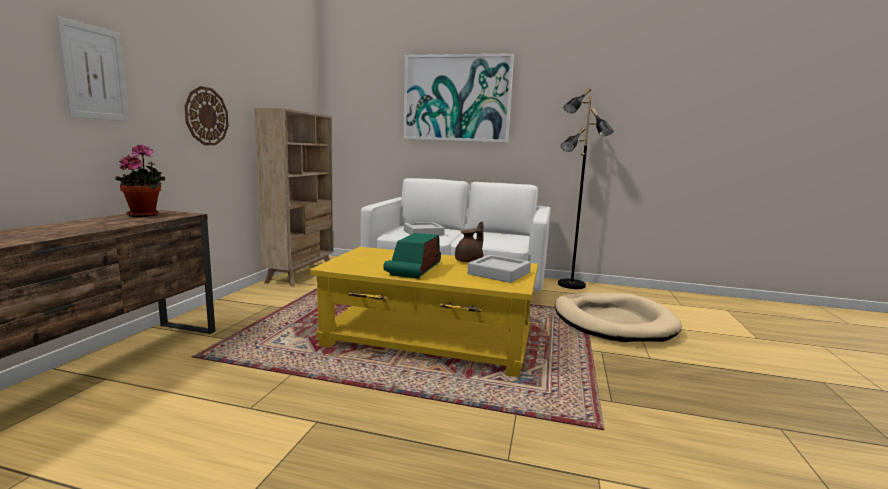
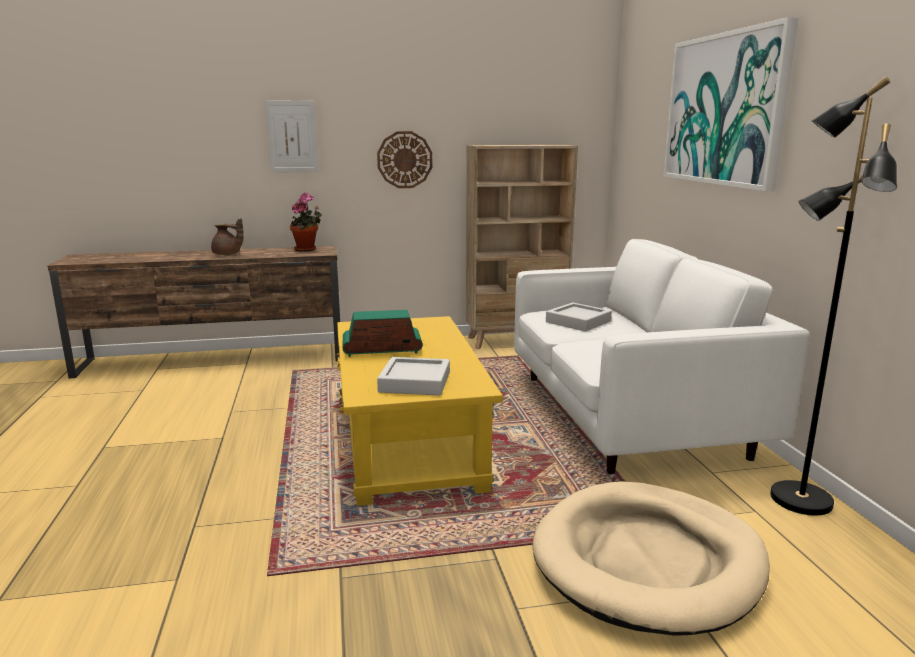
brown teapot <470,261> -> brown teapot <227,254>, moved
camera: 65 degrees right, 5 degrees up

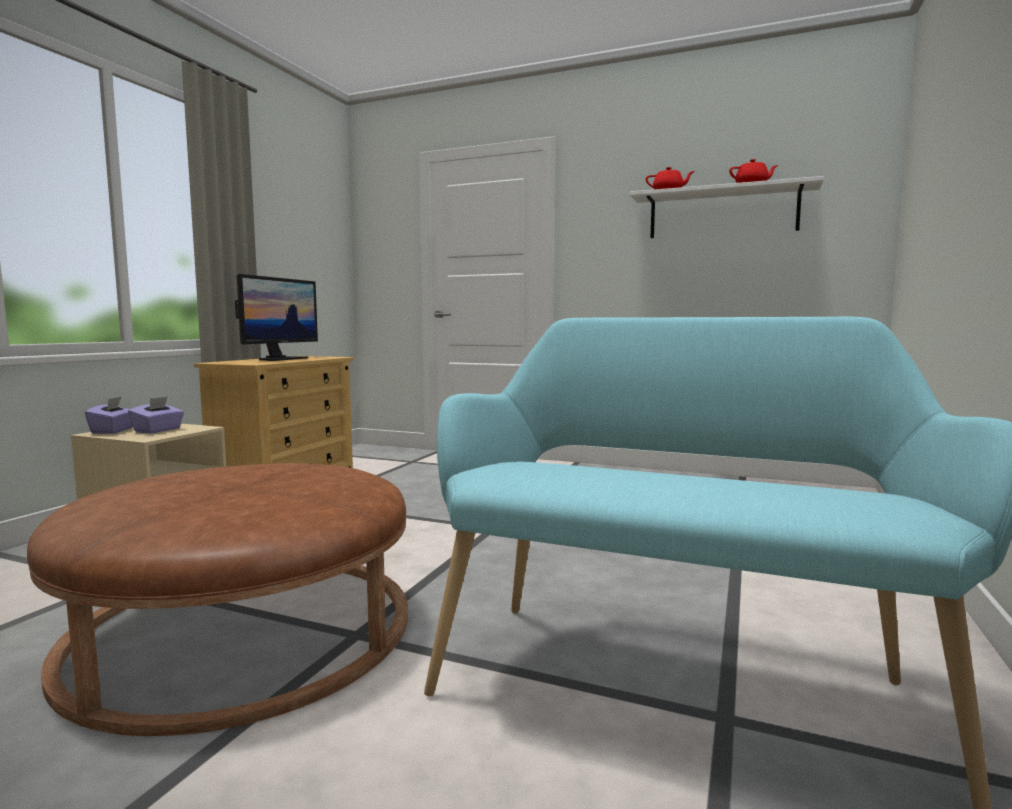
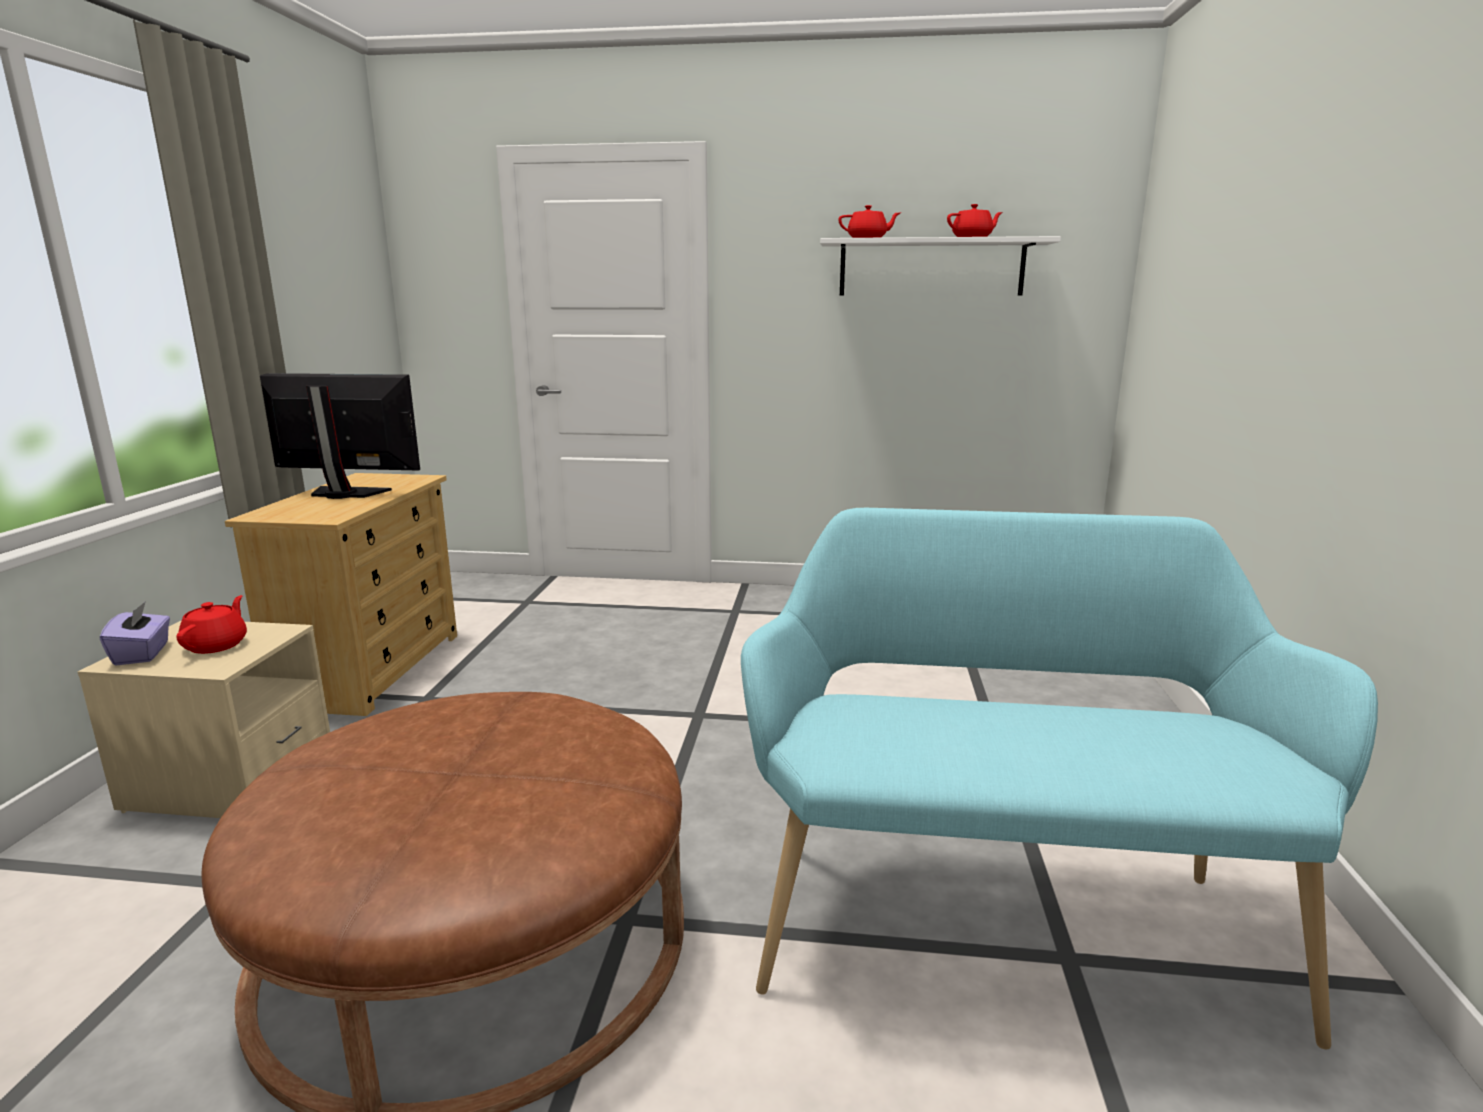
monitor <280,359> -> monitor <345,493>, 90 degrees counterclockwise
purple tissue box <158,430> -> red teapot <217,645>
camera: 15 degrees left, 10 degrees up

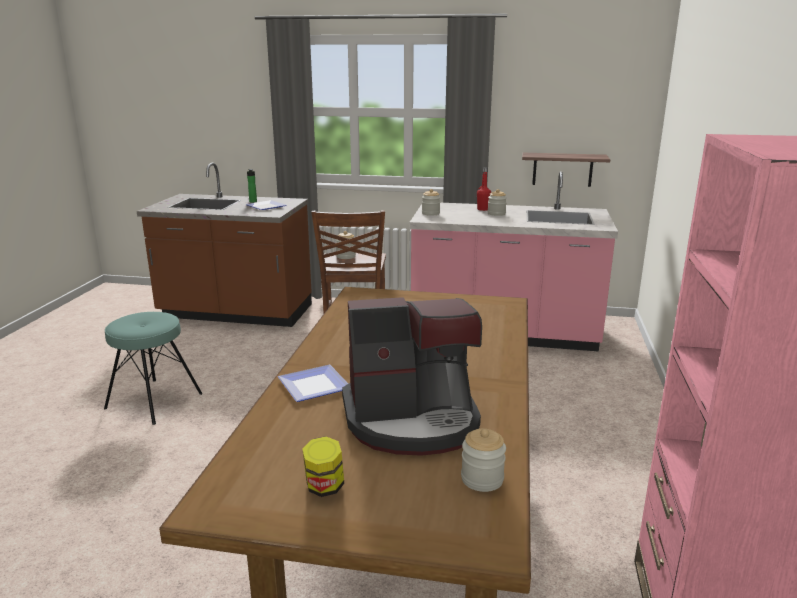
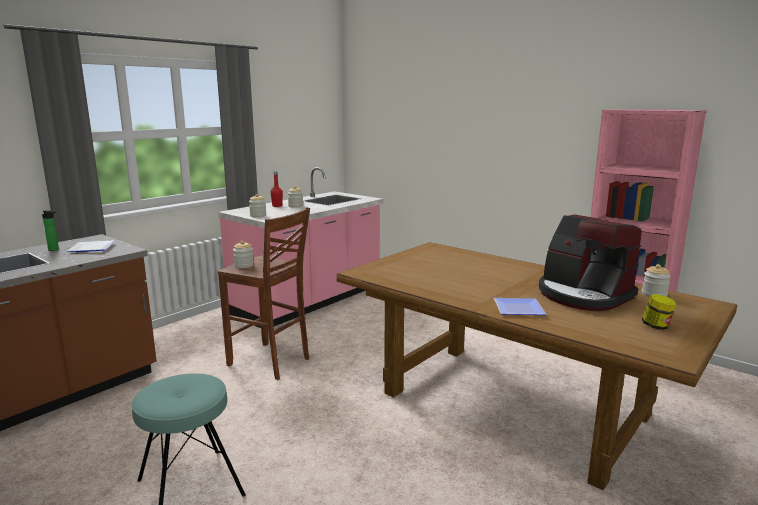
shelf <562,169> -> none
coffee machine <412,420> -> coffee machine <583,295>, 120 degrees clockwise
camera: 60 degrees left, 5 degrees down

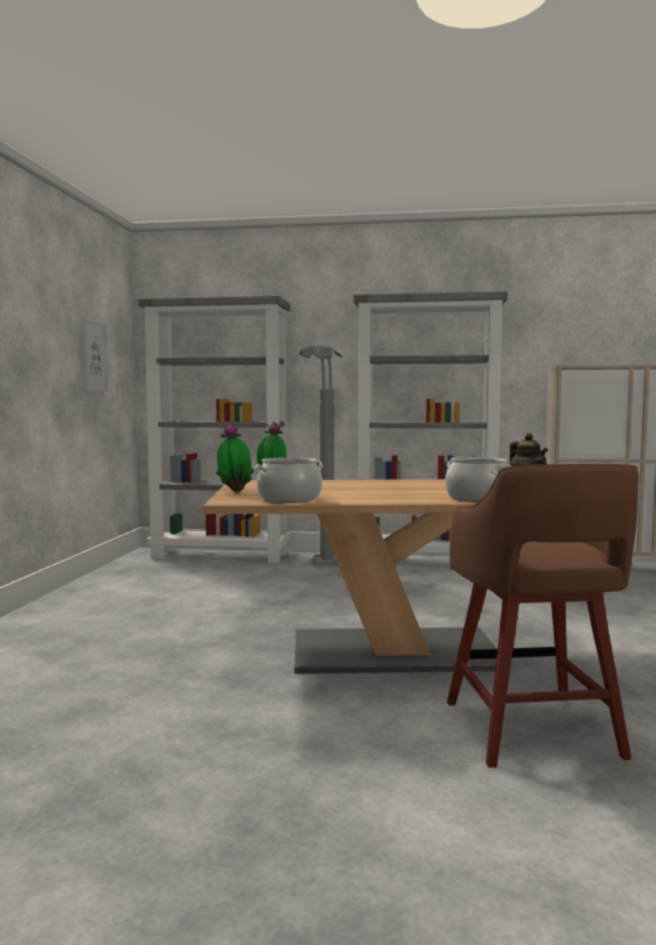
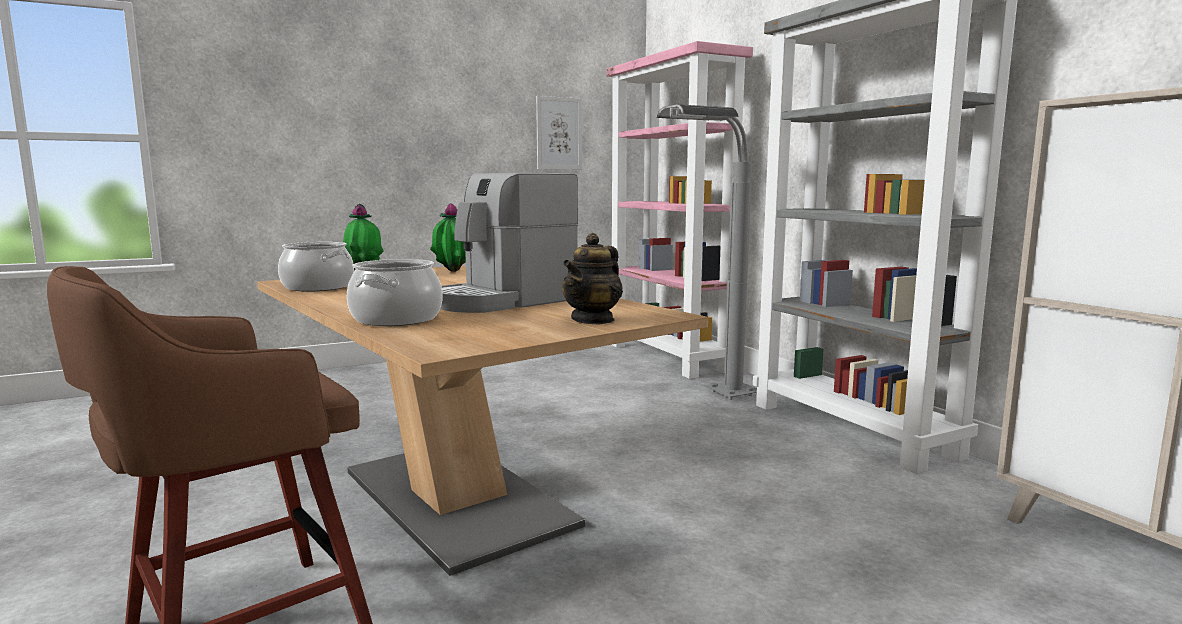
grey bookcase <221,556> -> pink bookcase <669,357>
none -> coffee machine <504,301>
camera: 55 degrees right, 5 degrees up

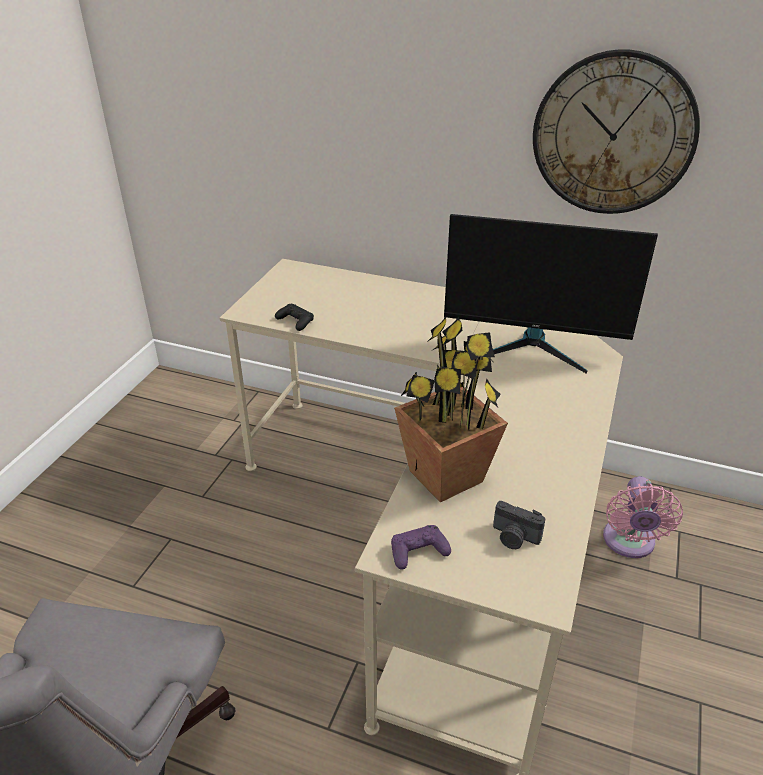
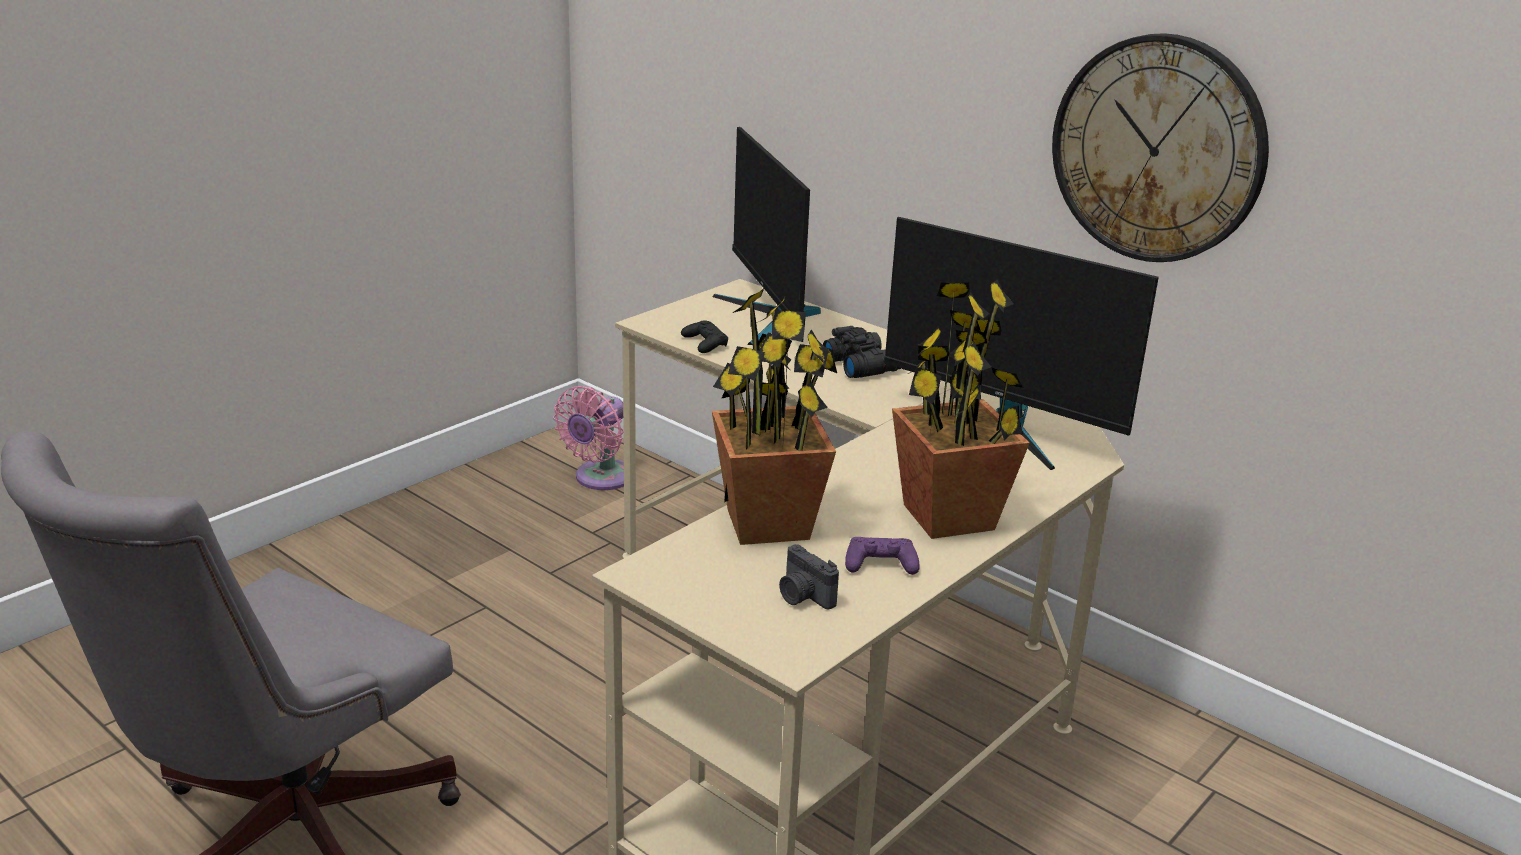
pink fan <629,543> -> pink fan <600,479>, moved
purple game controller <418,551> -> purple game controller <880,564>, moved
none -> monitor <769,317>
none -> potted plant <949,518>
none -> black binoculars <862,364>
camera: 20 degrees right, 10 degrees down

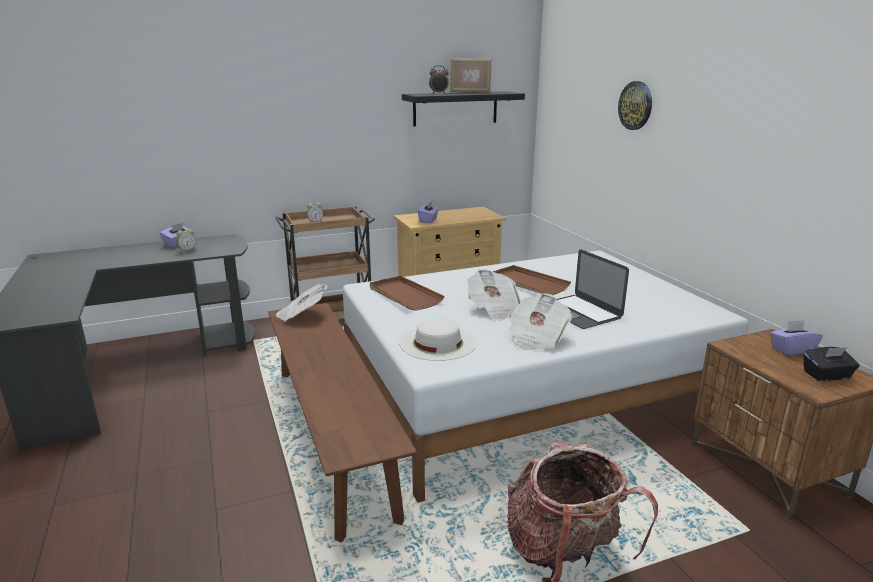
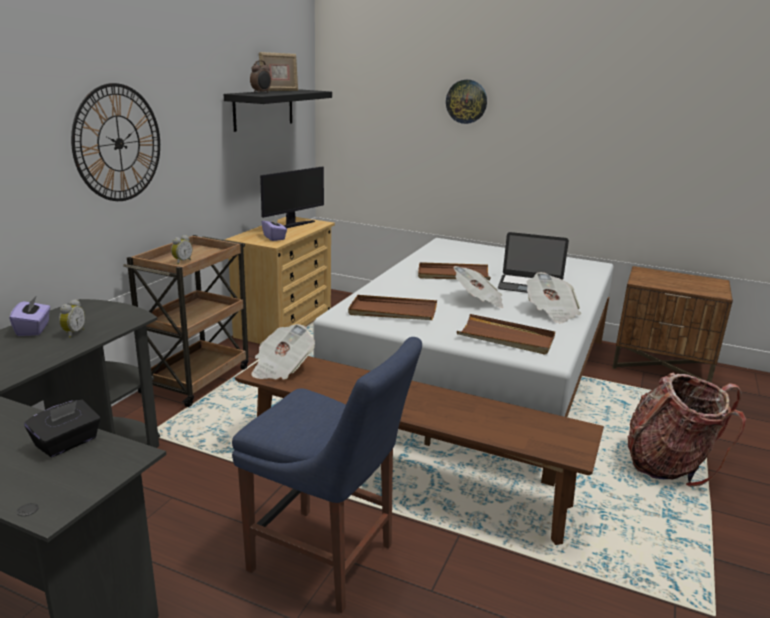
white hat <437,342> -> brown tray <506,338>
purple tissue box <791,350> -> none
black tissue box <827,375> -> black tissue box <67,443>, moved
none -> wall clock <118,143>
none -> monitor <292,225>
none -> blue chair <327,560>
camera: 45 degrees left, 0 degrees up

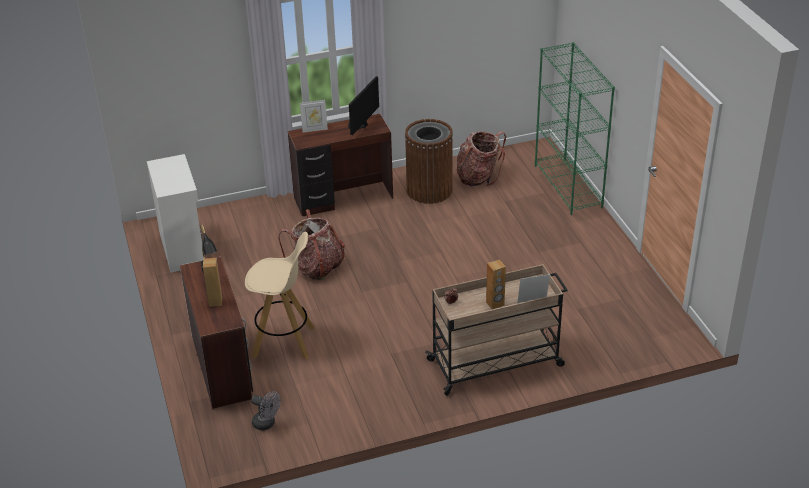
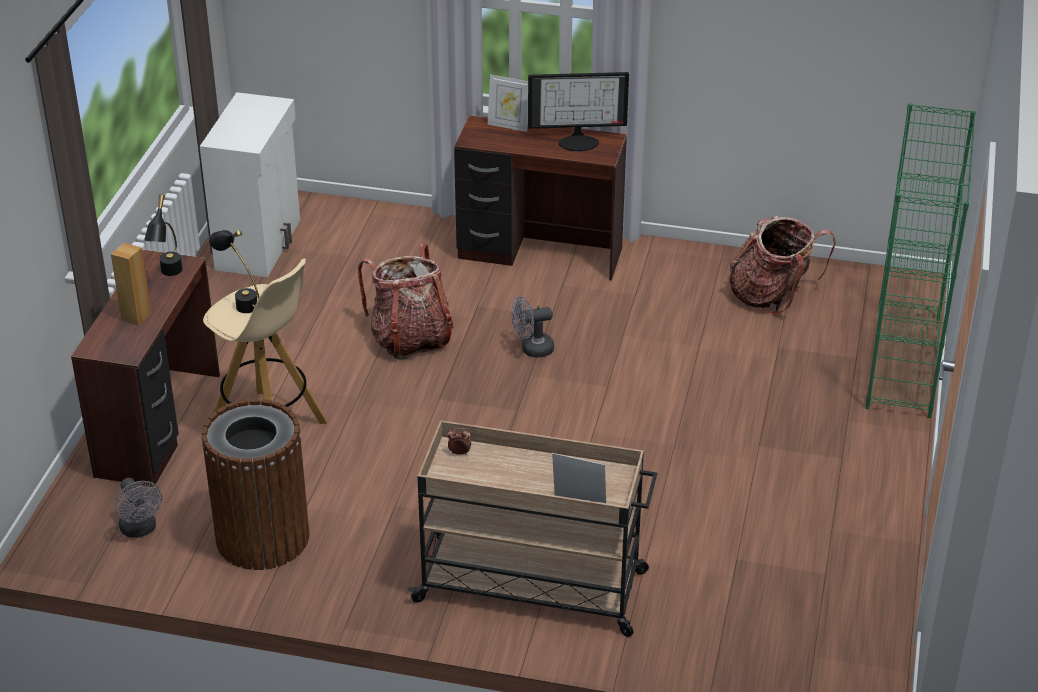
monitor <359,125> -> monitor <579,141>, 150 degrees counterclockwise
brown trash can <429,190> -> brown trash can <263,537>, moved
brown speaker <495,304> -> none
none -> black table lamp <240,302>
none -> grey fan <532,349>
camera: 30 degrees right, 0 degrees up

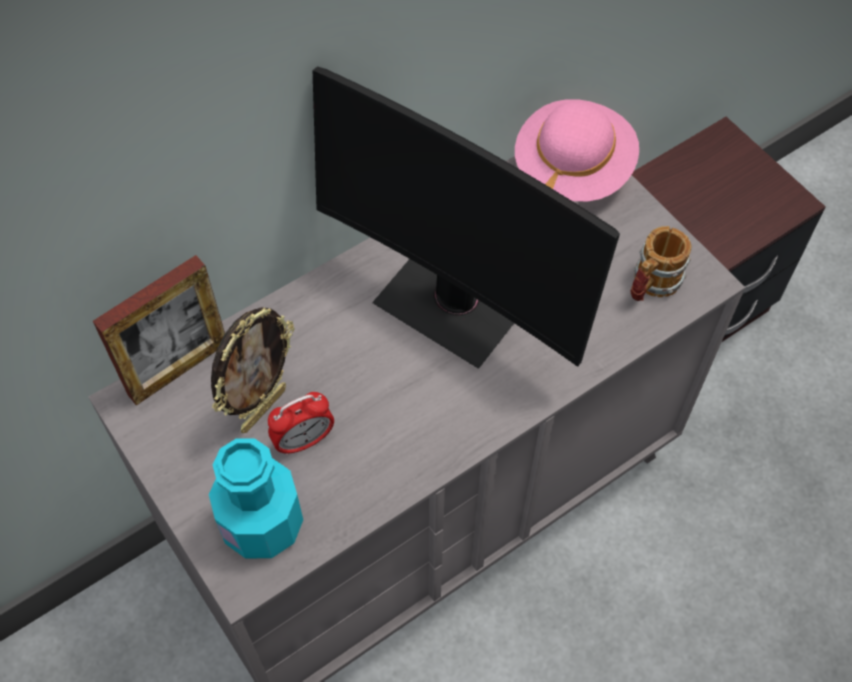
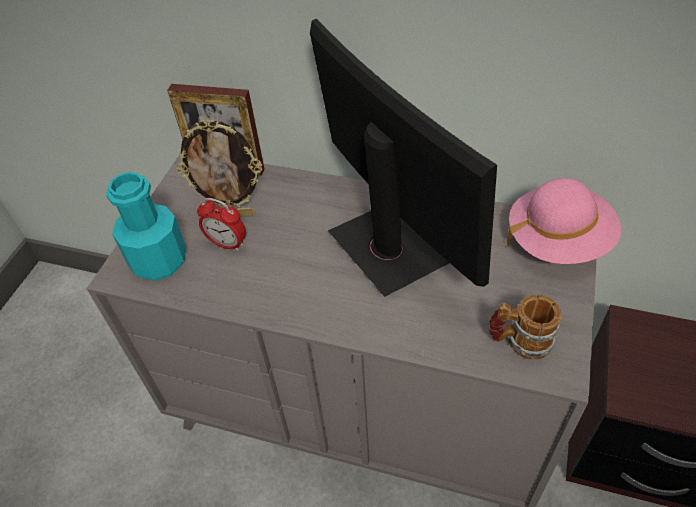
monitor <454,302> -> monitor <388,248>, 150 degrees clockwise
camera: 55 degrees right, 10 degrees down

